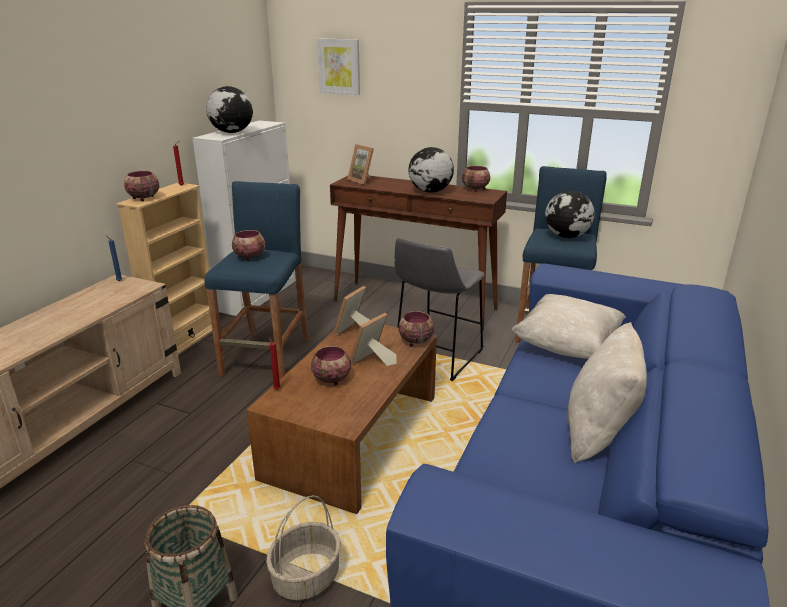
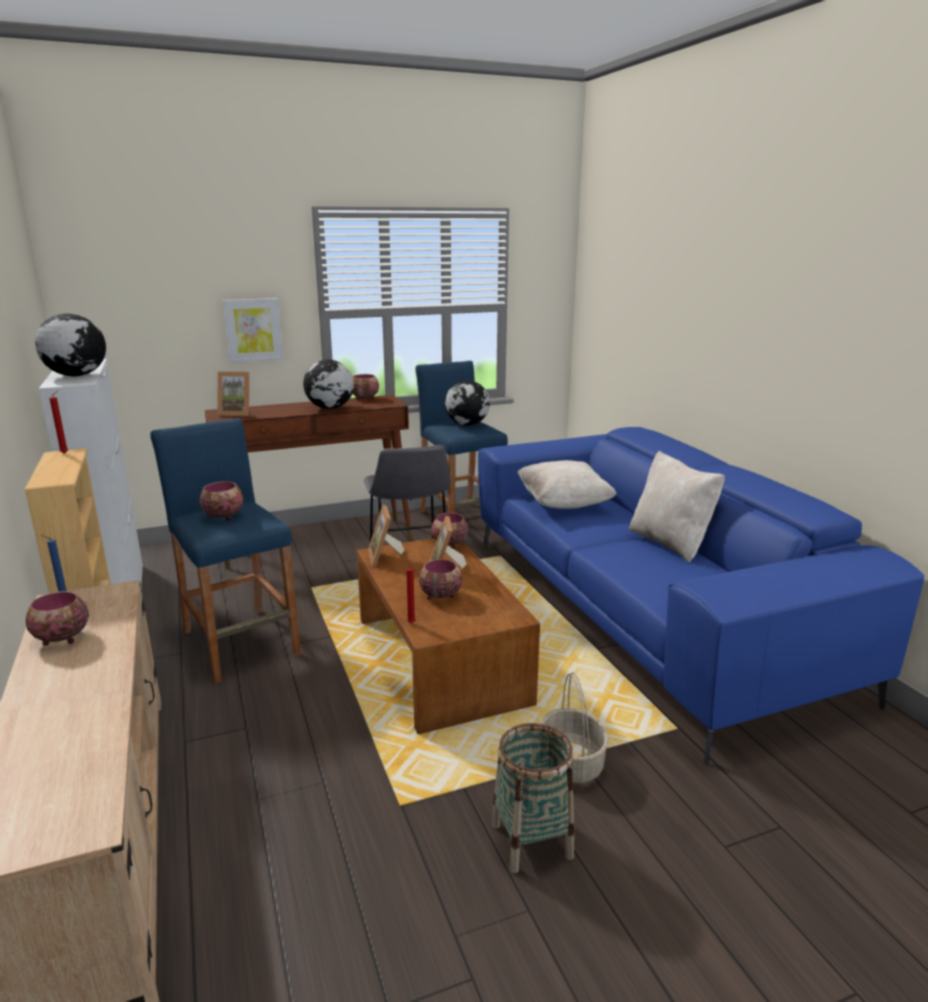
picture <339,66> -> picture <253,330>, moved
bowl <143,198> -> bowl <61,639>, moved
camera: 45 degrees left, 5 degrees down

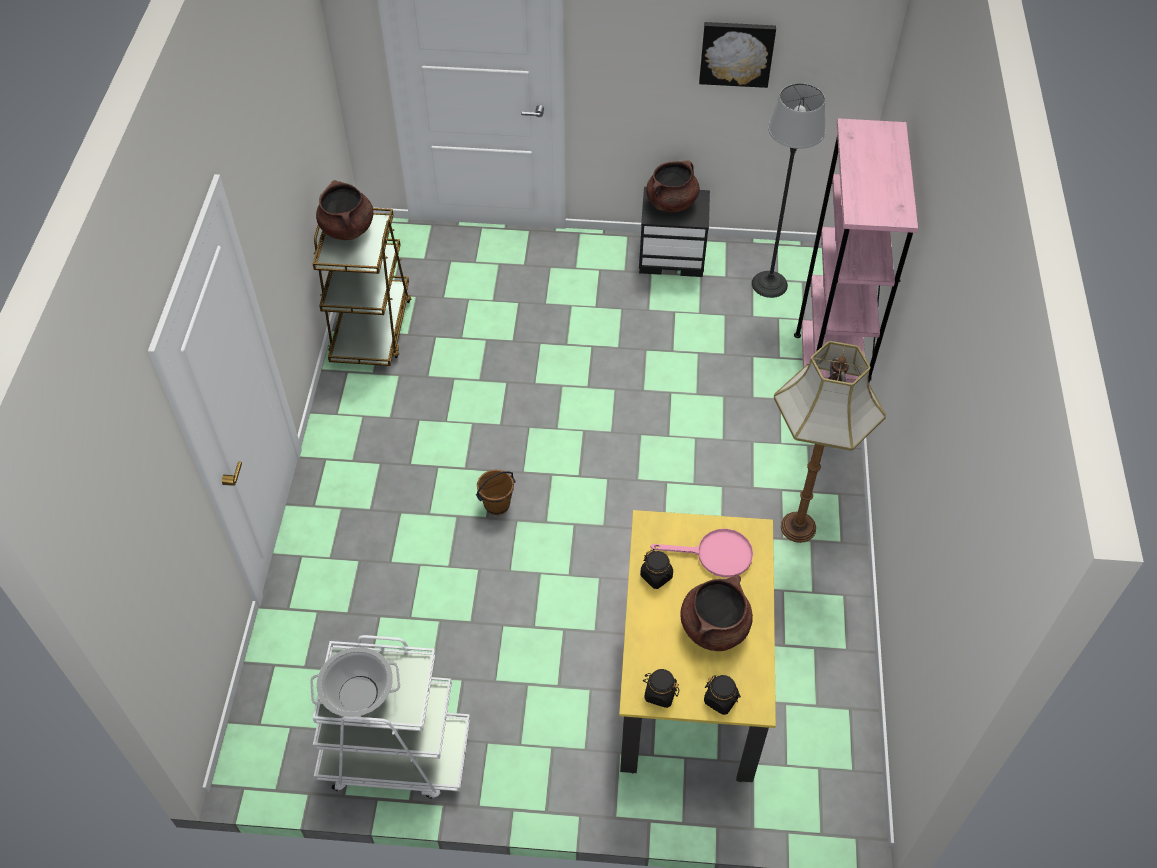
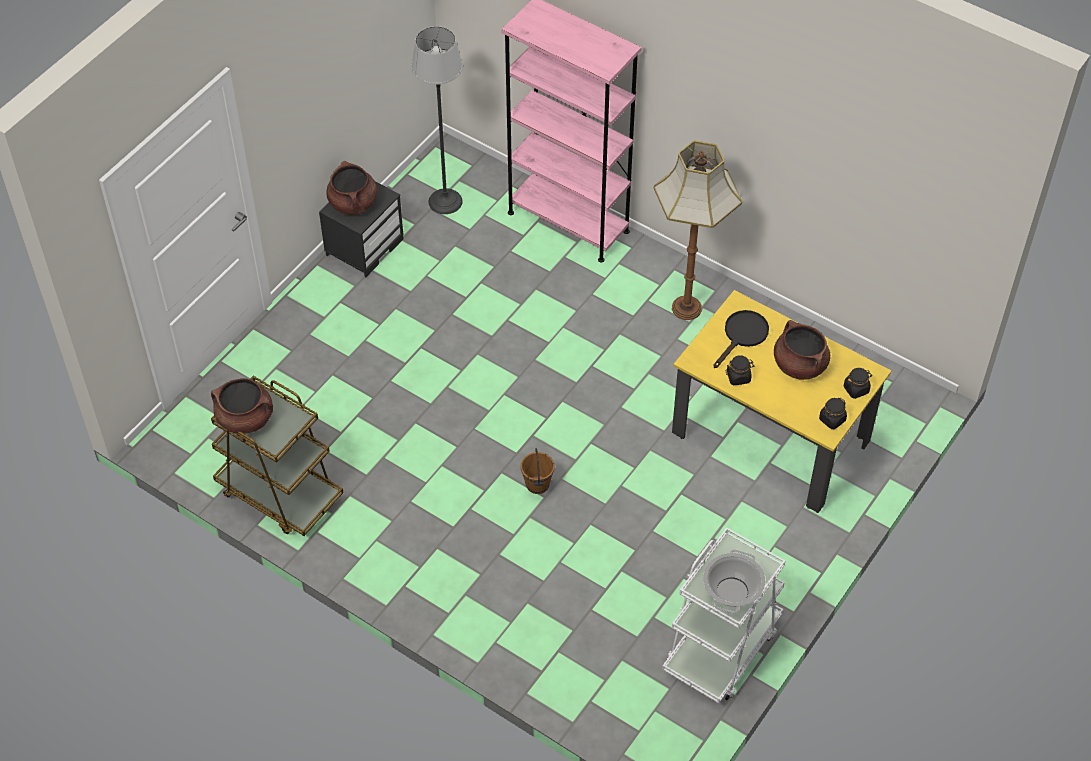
picture <736,53> -> none
pink frying pan <715,555> -> black frying pan <743,335>
camera: 60 degrees left, 0 degrees up

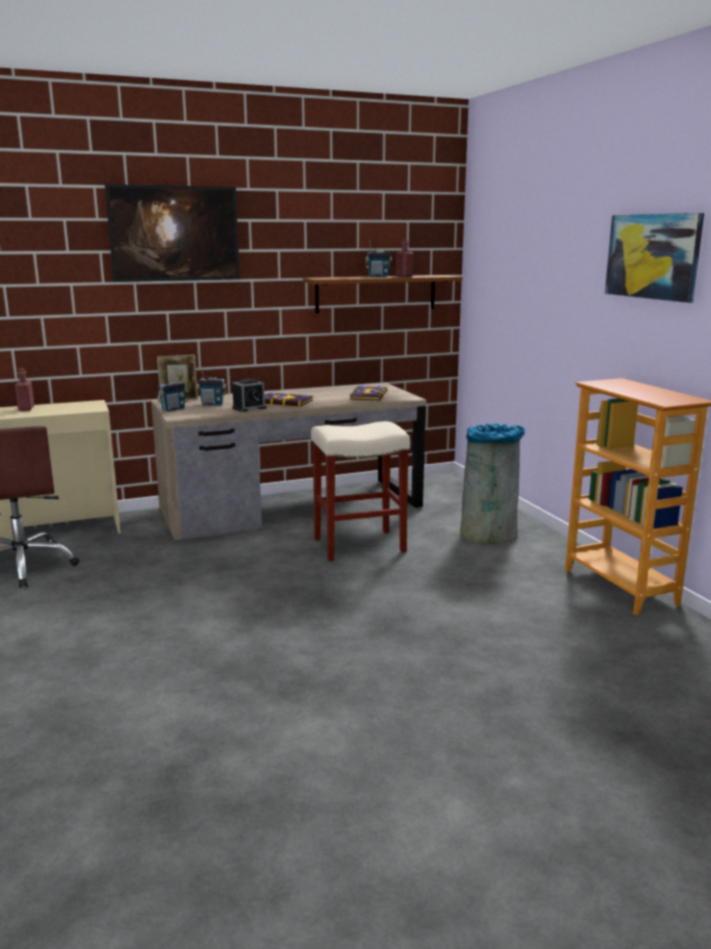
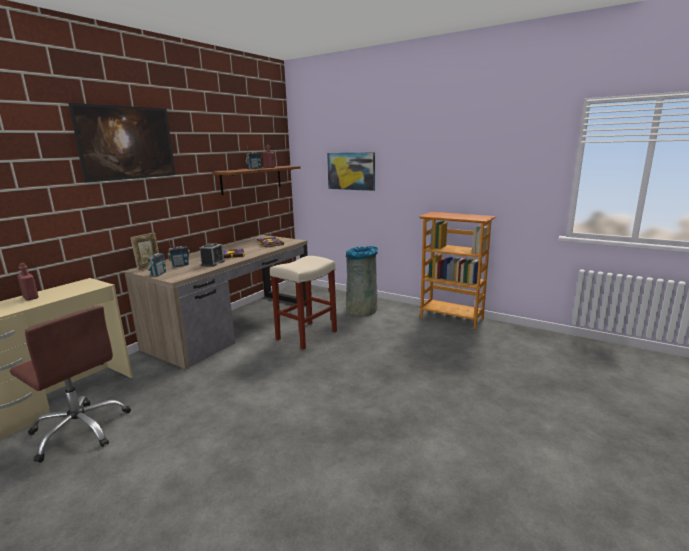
picture <653,256> -> picture <351,171>, moved
camera: 35 degrees left, 0 degrees up

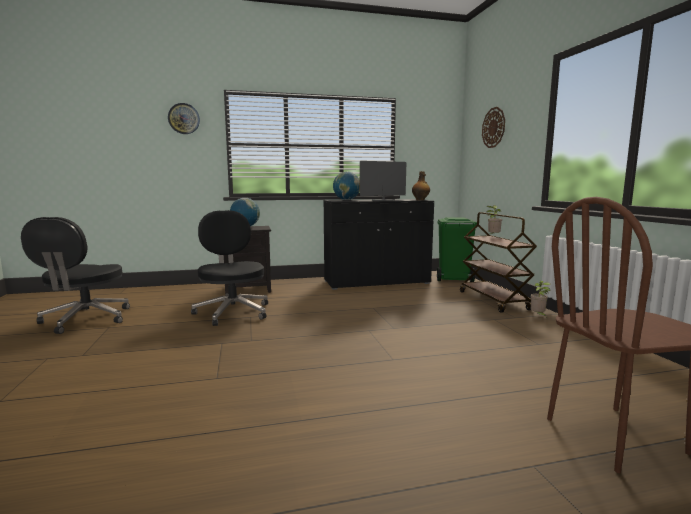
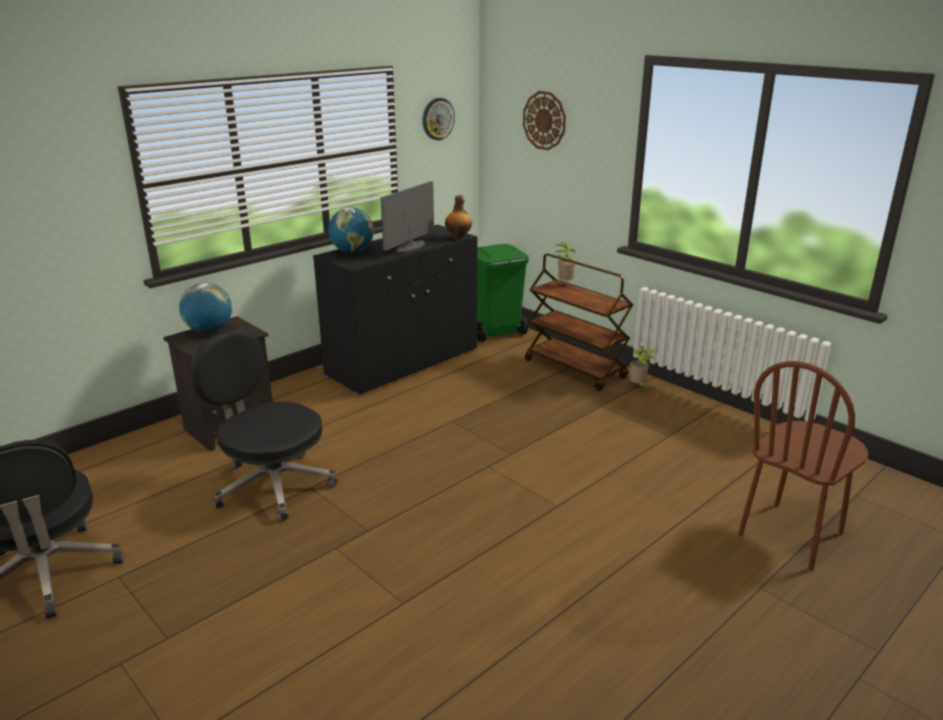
wall clock <184,118> -> wall clock <438,119>, moved
camera: 30 degrees left, 15 degrees up

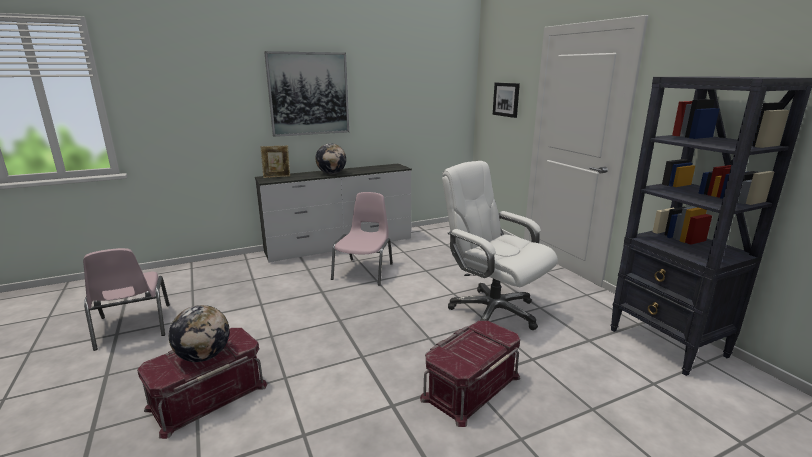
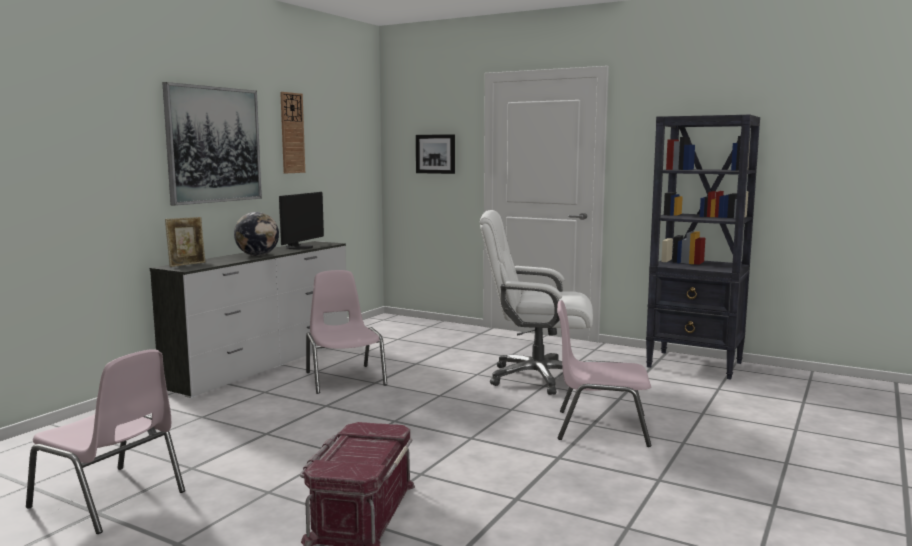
globe <204,356> -> none
red storage box <470,386> -> pink chair <600,427>
none -> wall clock <292,133>
none -> monitor <300,247>
camera: 35 degrees left, 10 degrees down

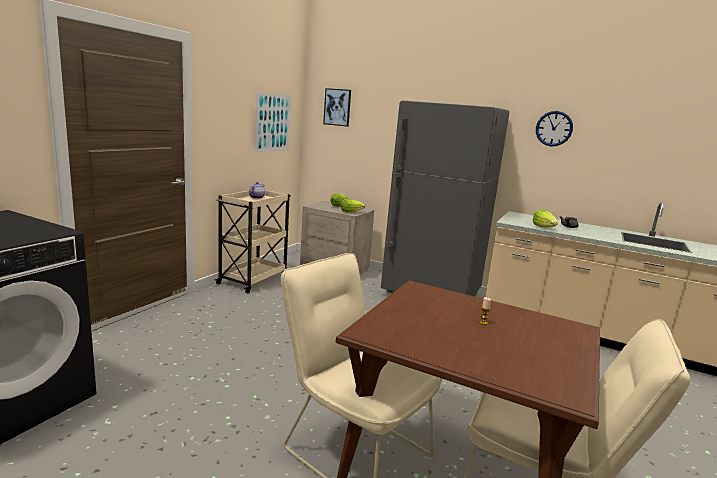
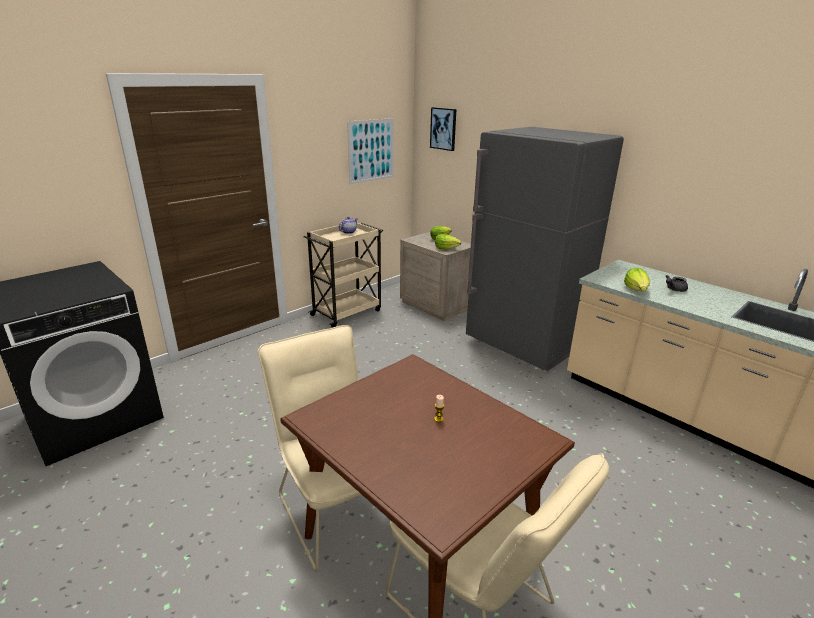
wall clock <554,128> -> none
camera: 20 degrees right, 10 degrees up

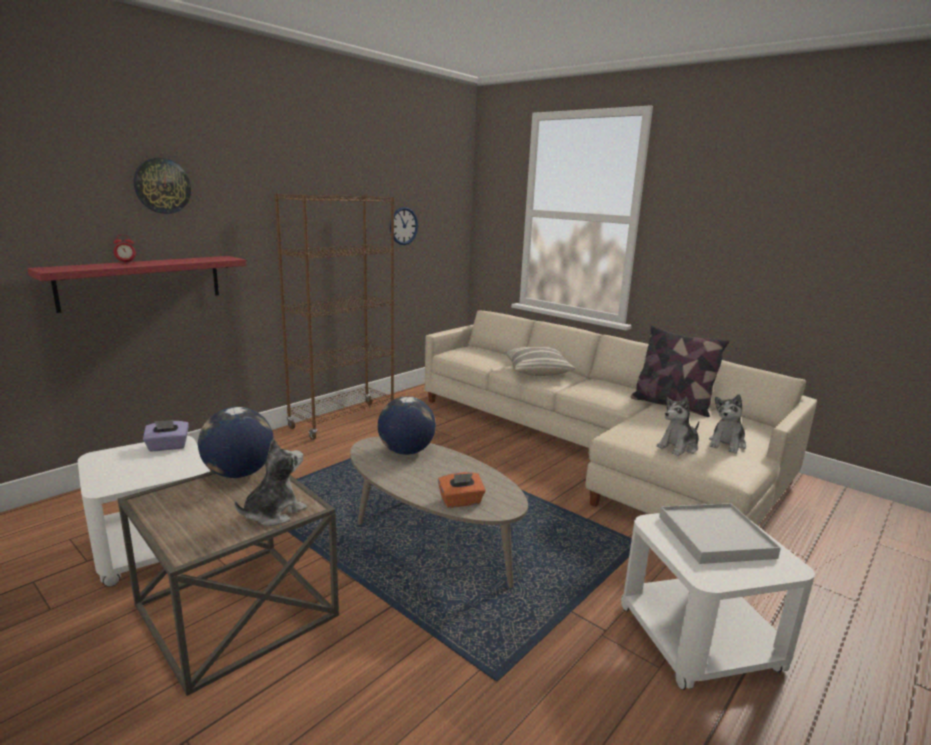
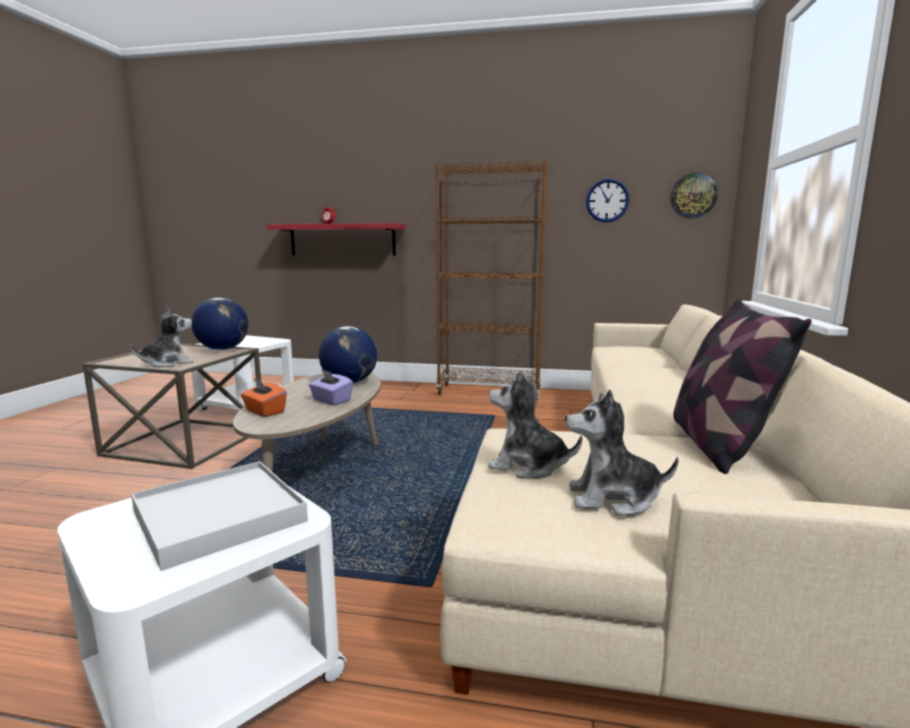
wall clock <162,186> -> wall clock <693,196>, moved
pillow <536,371> -> none
purple tissue box <168,447> -> purple tissue box <331,401>, moved
plush toy <273,513> -> plush toy <168,363>, 45 degrees counterclockwise
camera: 60 degrees right, 5 degrees down

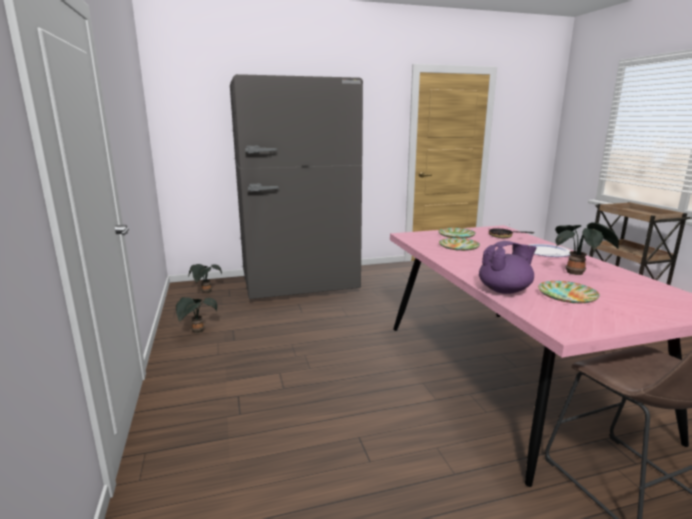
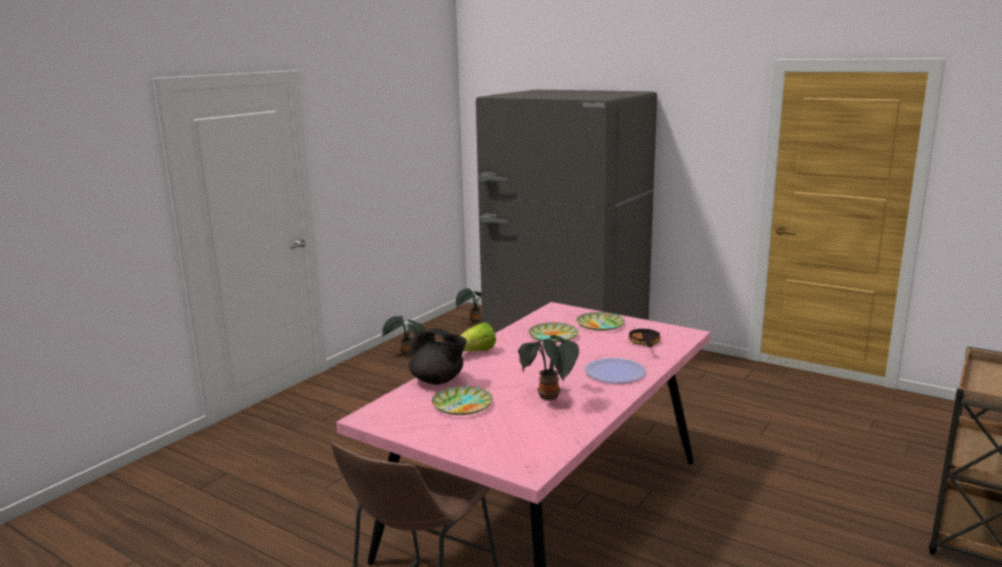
purple teapot <505,290> -> black teapot <438,380>
none -> lettuce <476,353>
camera: 50 degrees right, 0 degrees up

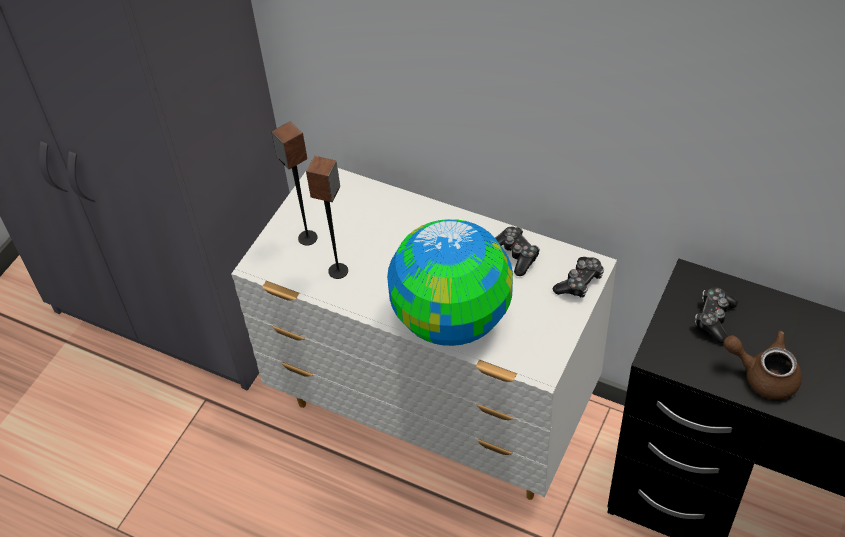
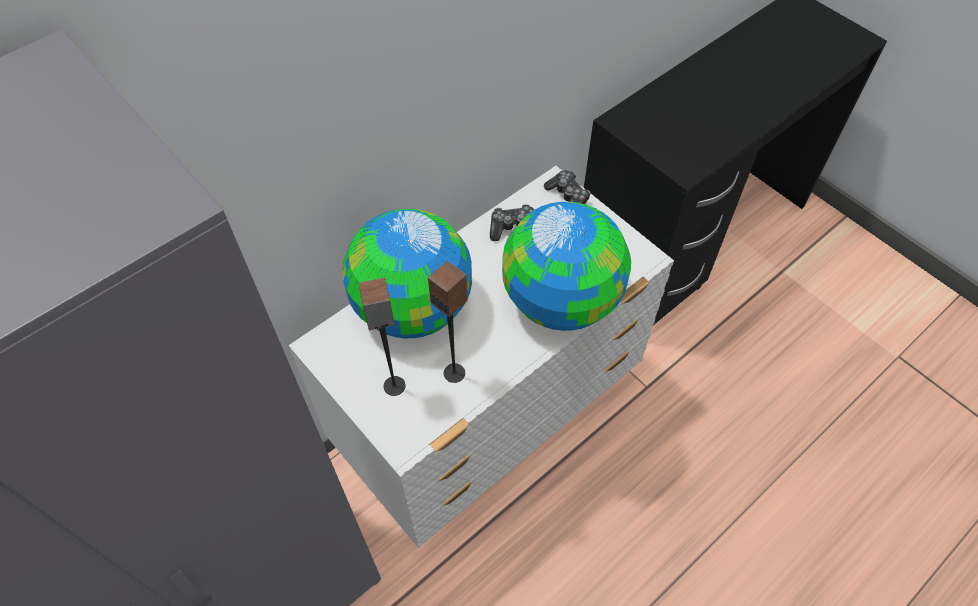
game controller <714,318> -> none
brown teapot <763,375> -> none
none -> globe <413,309>
camera: 70 degrees left, 5 degrees up

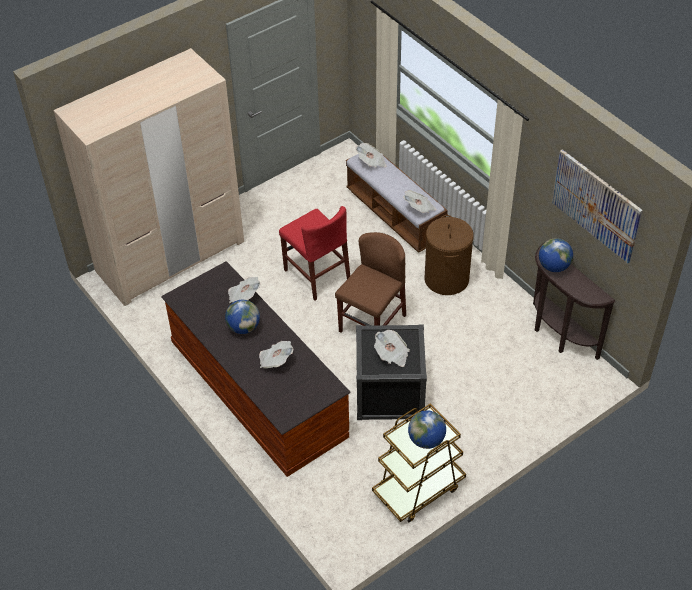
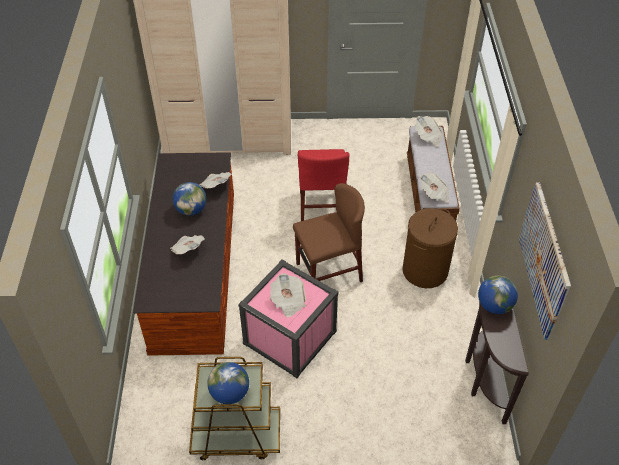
black storage box <389,392> -> pink storage box <289,337>
camera: 35 degrees right, 0 degrees up

